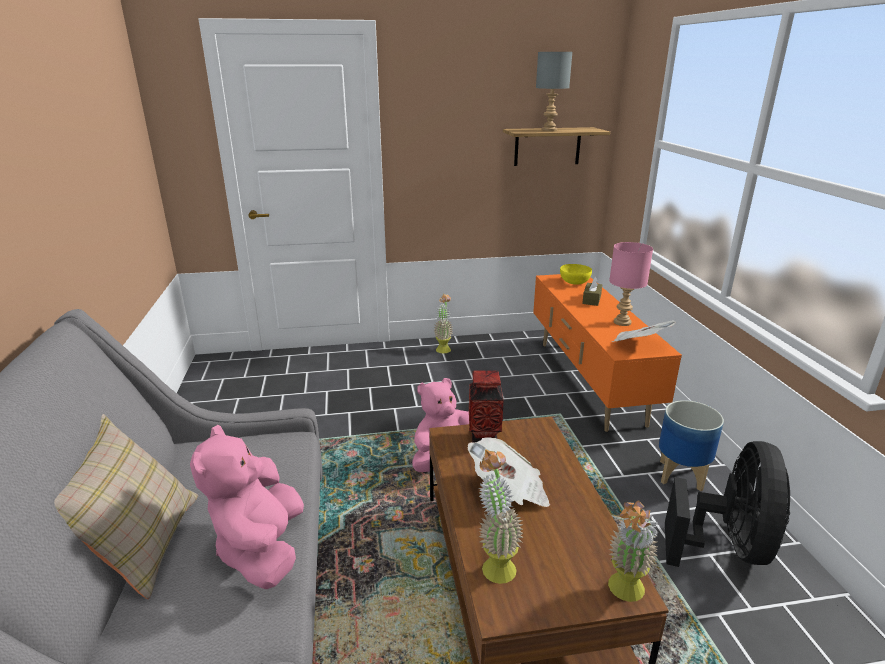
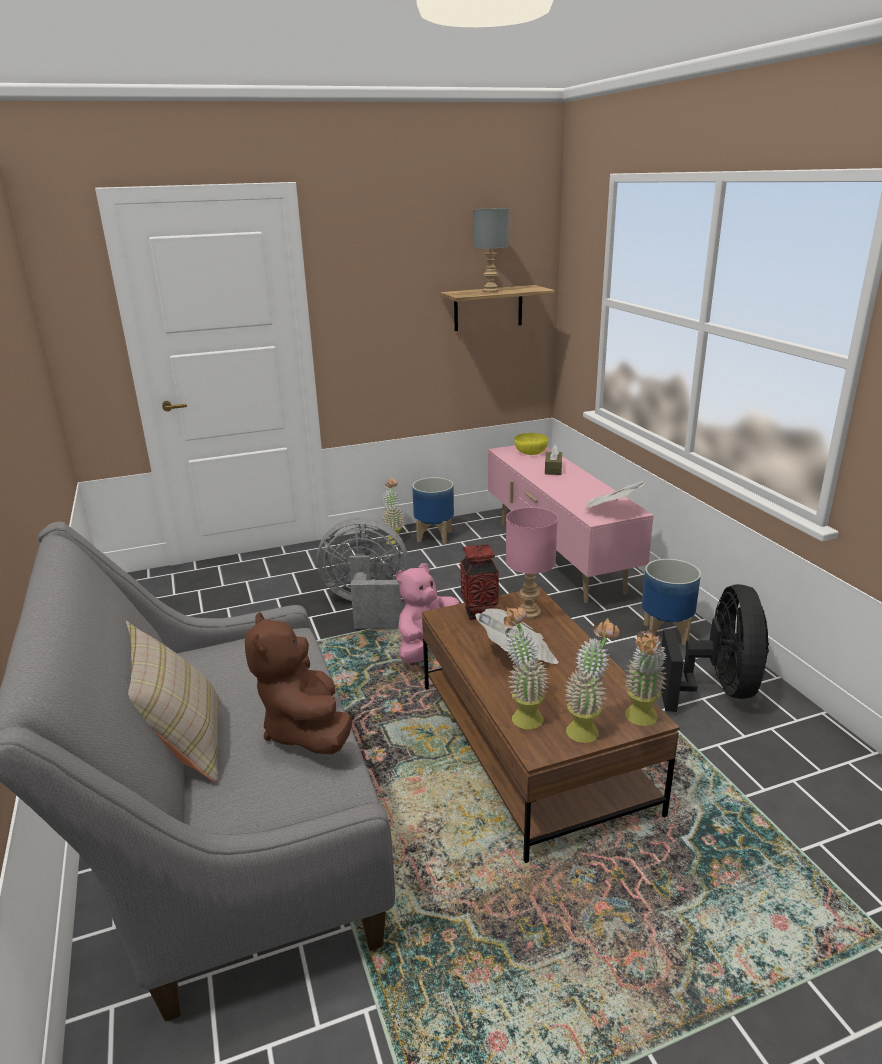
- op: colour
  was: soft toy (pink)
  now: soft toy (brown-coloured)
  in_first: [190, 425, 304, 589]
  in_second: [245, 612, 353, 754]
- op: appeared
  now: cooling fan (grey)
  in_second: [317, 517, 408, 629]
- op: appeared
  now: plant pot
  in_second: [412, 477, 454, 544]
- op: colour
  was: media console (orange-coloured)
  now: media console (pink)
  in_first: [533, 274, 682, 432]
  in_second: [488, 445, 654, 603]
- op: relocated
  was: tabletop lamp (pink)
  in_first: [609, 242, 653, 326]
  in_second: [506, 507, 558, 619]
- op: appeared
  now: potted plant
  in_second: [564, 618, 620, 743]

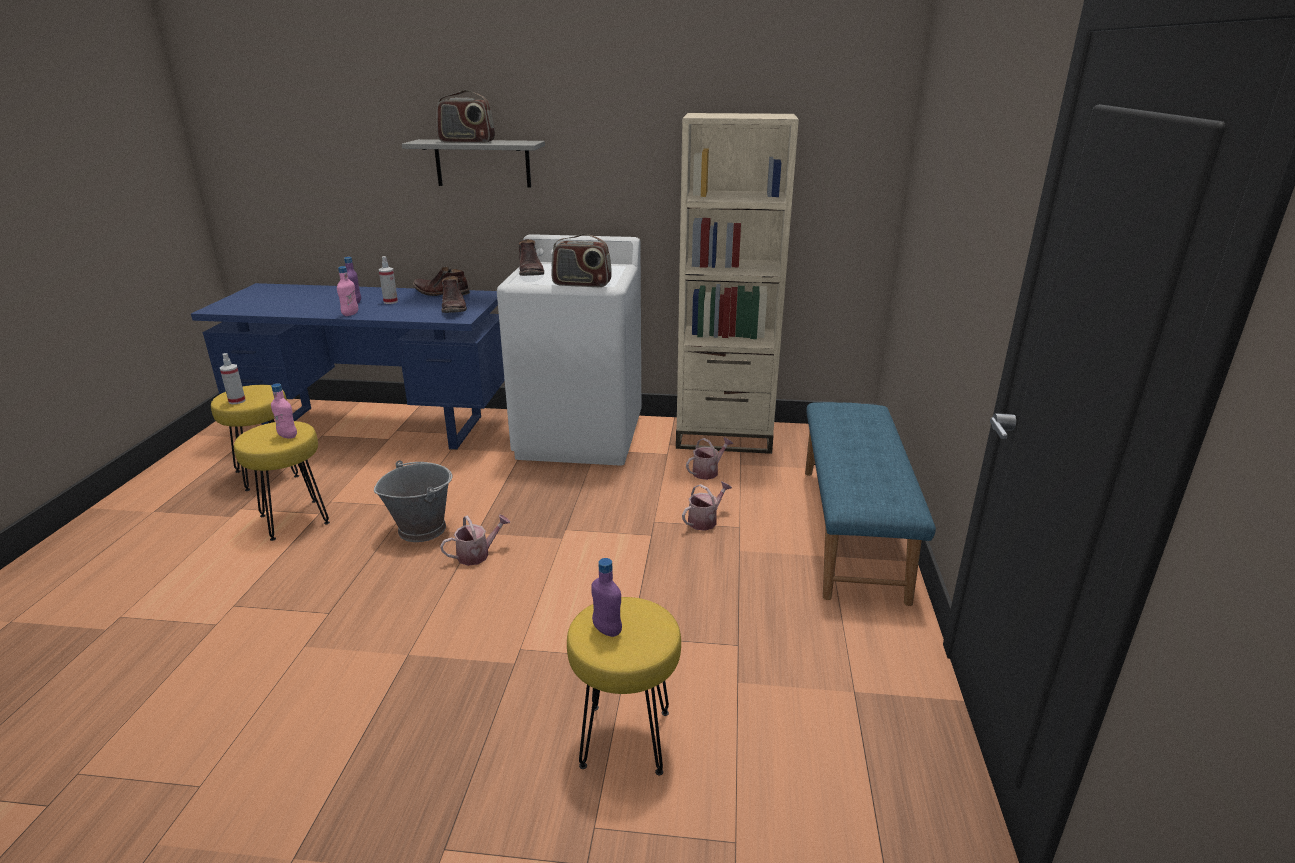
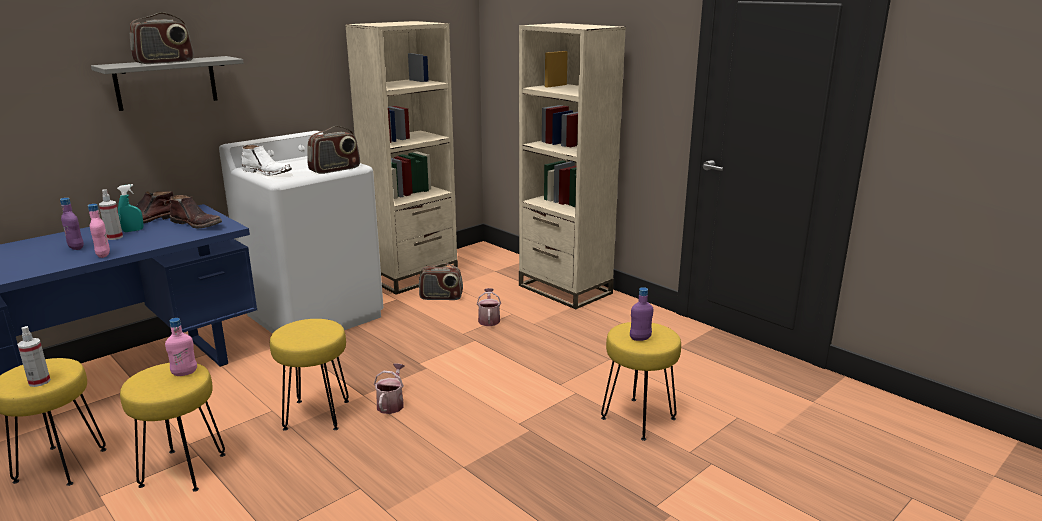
- op: appeared
  now: spray bottle (turquoise-coloured)
  in_second: [117, 184, 144, 232]
- op: colour
  was: high-top boot (brown-coloured)
  now: high-top boot (white-coloured)
  in_first: [519, 239, 544, 276]
  in_second: [242, 145, 292, 175]
- op: exchanged
  was: bucket (grey)
  now: stool (yellow-coloured)
  in_first: [374, 460, 452, 542]
  in_second: [270, 319, 349, 431]
- op: exchanged
  was: watering can
  now: radio
  in_first: [686, 437, 733, 480]
  in_second: [419, 263, 463, 300]
- op: exchanged
  was: bench (bluish)
  now: bookshelf (beige-coloured)
  in_first: [805, 402, 936, 606]
  in_second: [519, 23, 626, 309]

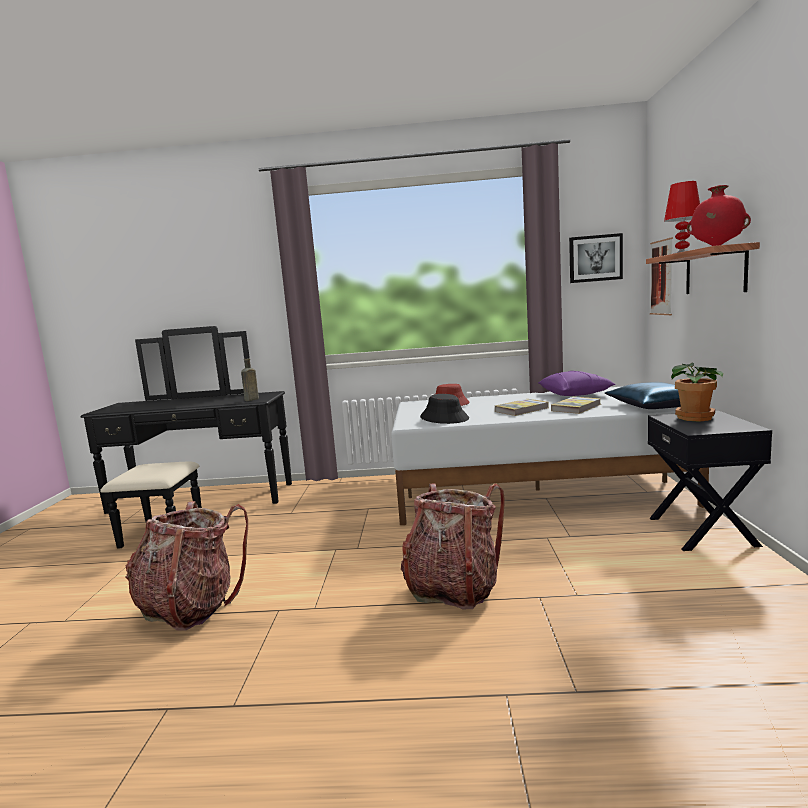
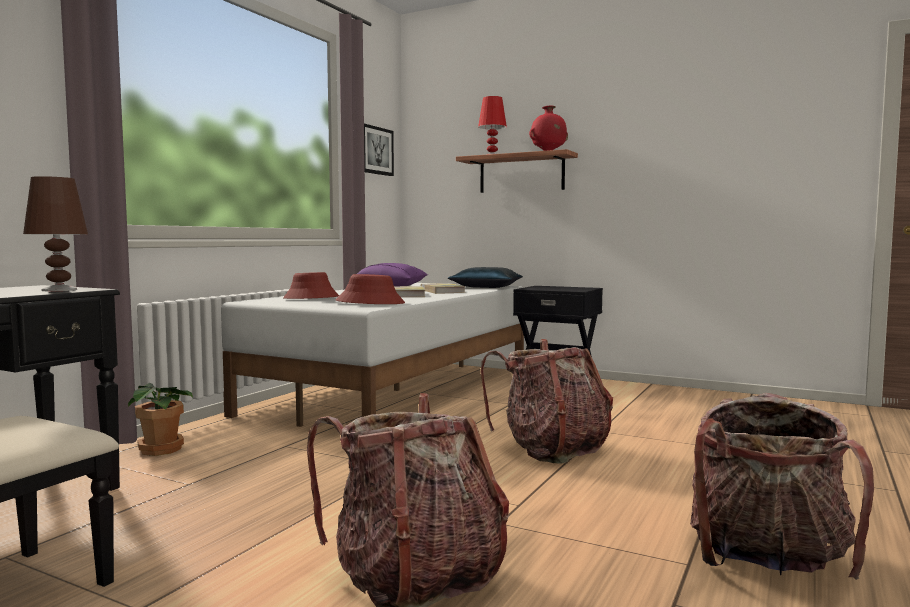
- op: exchanged
  was: drink bottle (brown-coloured)
  now: tabletop lamp (brown-coloured)
  in_first: [241, 358, 259, 401]
  in_second: [23, 176, 88, 291]
- op: relocated
  was: potted plant
  in_first: [671, 363, 724, 422]
  in_second: [128, 383, 193, 456]
- op: colour
  was: wearable hat (black-coloured)
  now: wearable hat (red-coloured)
  in_first: [420, 394, 469, 424]
  in_second: [335, 274, 405, 304]
- op: appeared
  now: rucksack
  in_second: [690, 393, 874, 580]
- op: missing
  was: picture
  in_first: [650, 237, 673, 315]

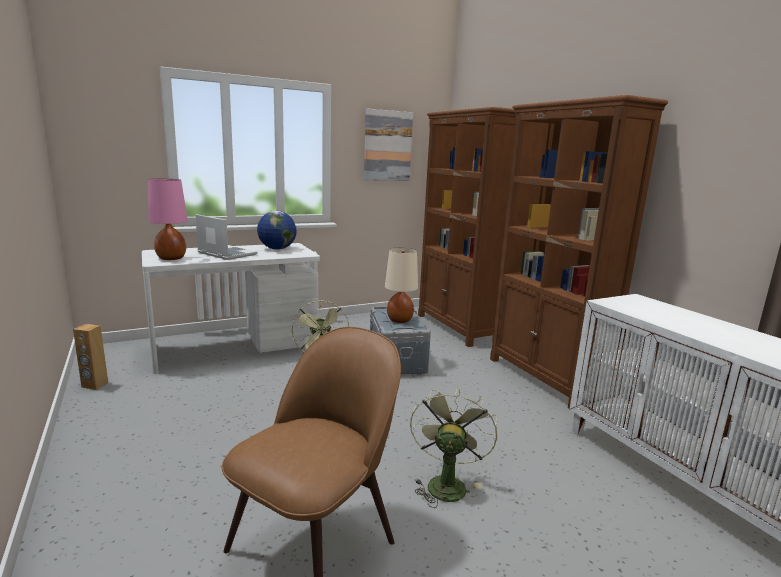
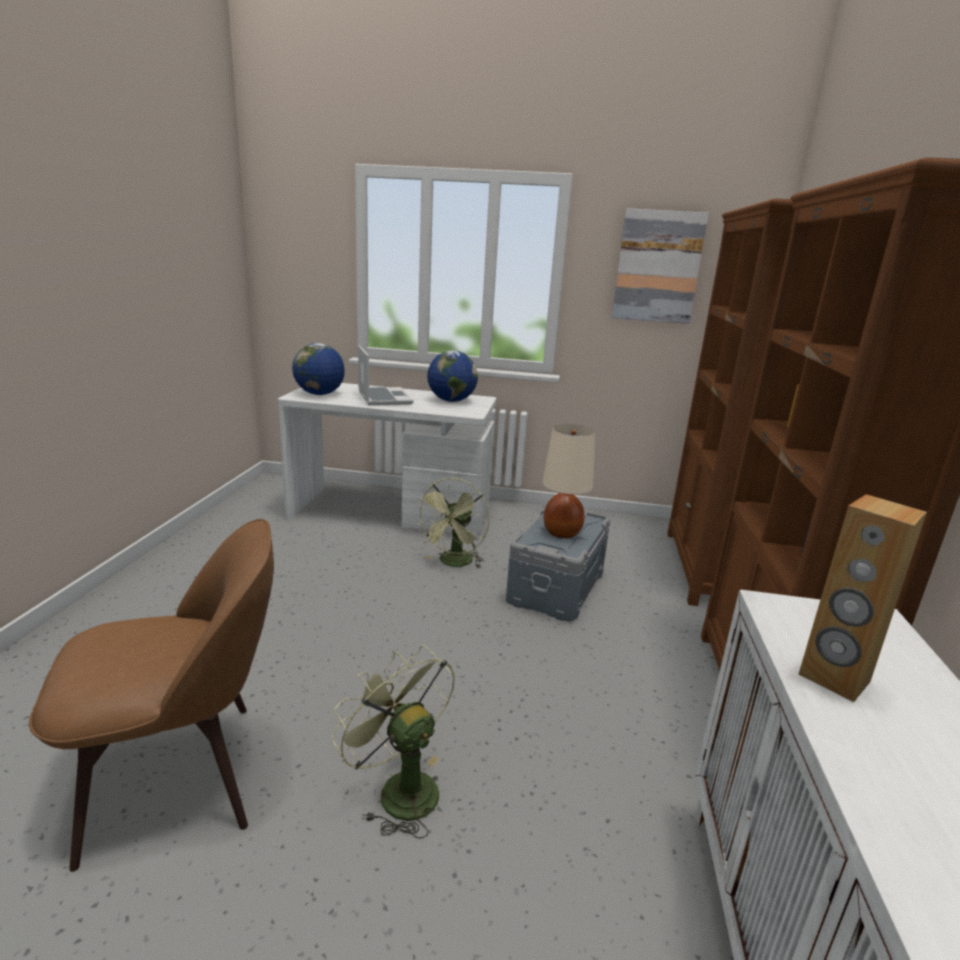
- op: exchanged
  was: tabletop lamp (pink)
  now: world globe
  in_first: [148, 179, 188, 260]
  in_second: [292, 343, 345, 395]
- op: spun
  was: cooling fan (green-coloured)
  in_first: [410, 386, 497, 508]
  in_second: [332, 645, 455, 839]
  clockwise: -90
- op: relocated
  was: loudspeaker (brown-coloured)
  in_first: [73, 324, 108, 390]
  in_second: [799, 494, 927, 702]

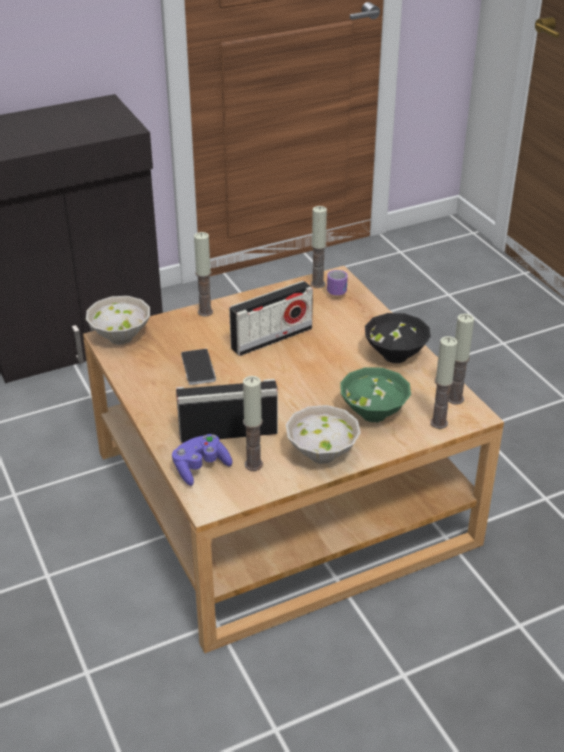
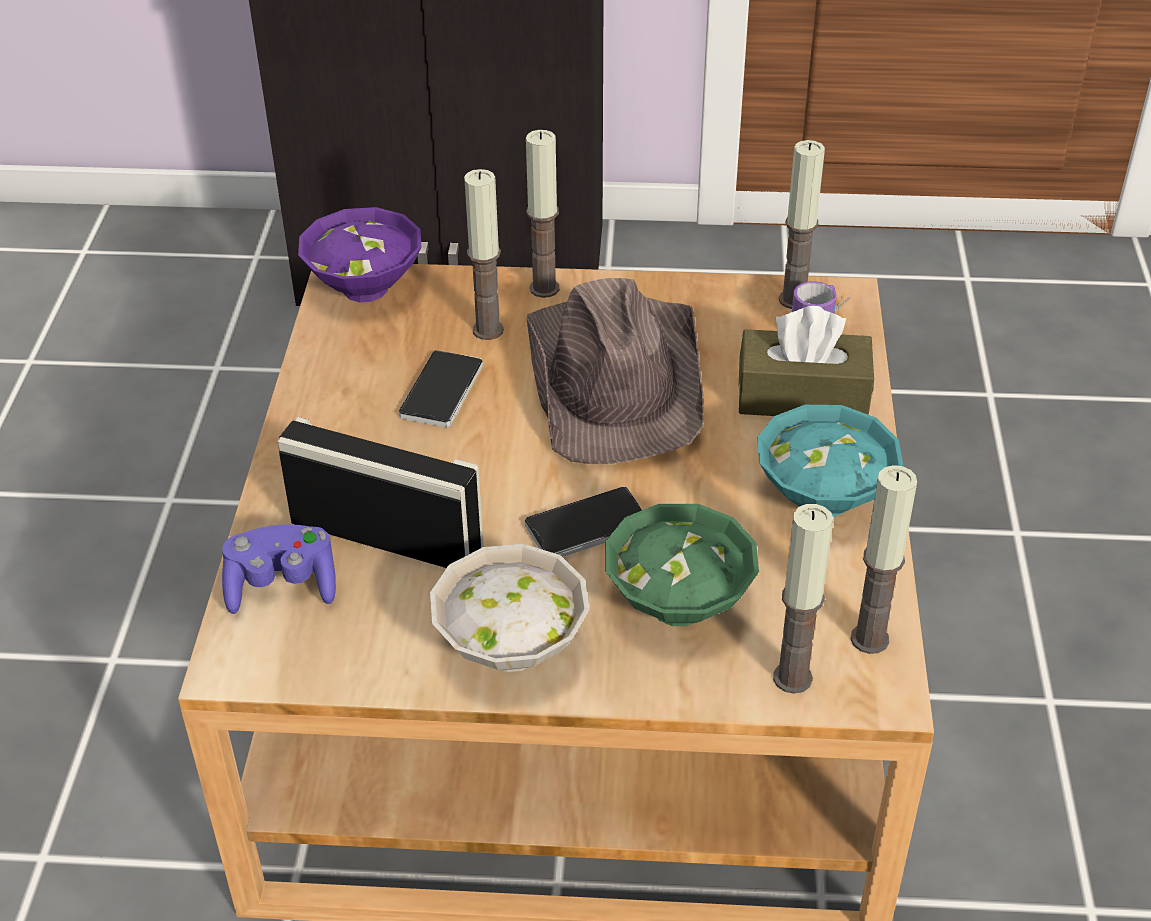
- op: colour
  was: deep dish (white-coloured)
  now: deep dish (purple)
  in_first: [86, 296, 150, 345]
  in_second: [298, 207, 421, 302]
- op: relocated
  was: wax candle
  in_first: [243, 376, 263, 471]
  in_second: [464, 169, 504, 340]
- op: appeared
  now: phone
  in_second: [525, 487, 642, 557]
- op: exchanged
  was: radio
  now: wearable hat (brown-coloured)
  in_first: [229, 281, 313, 356]
  in_second: [526, 278, 704, 464]
- op: appeared
  now: tissue holder (brown-coloured)
  in_second: [738, 306, 874, 416]
- op: colour
  was: deep dish (black-coloured)
  now: deep dish (turquoise-coloured)
  in_first: [365, 313, 431, 363]
  in_second: [757, 405, 903, 518]

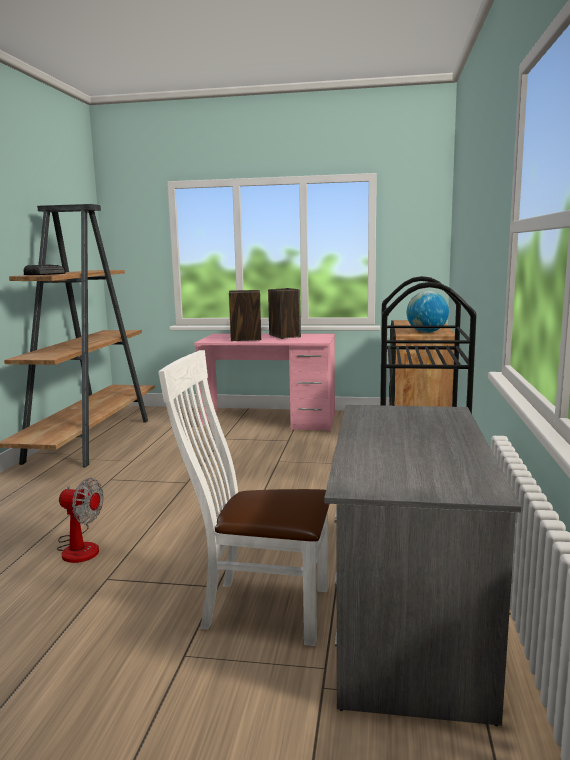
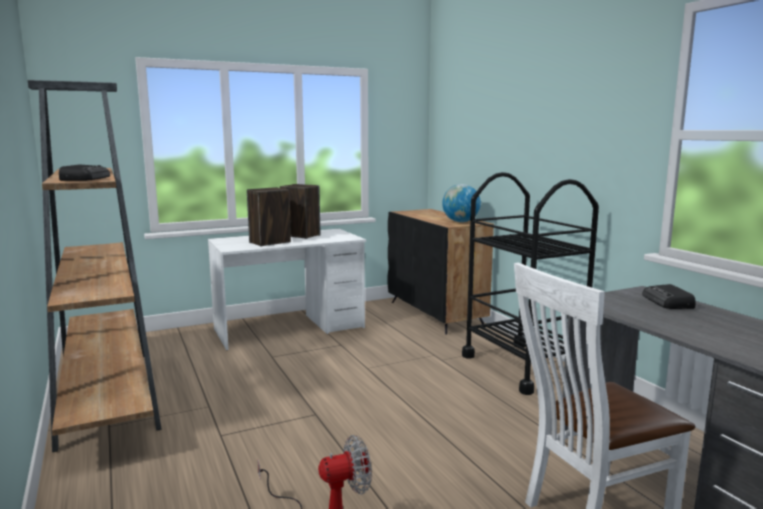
- op: colour
  was: desk unit (pink)
  now: desk unit (white-coloured)
  in_first: [194, 333, 335, 432]
  in_second: [208, 229, 366, 350]
- op: appeared
  now: radio
  in_second: [642, 284, 696, 309]

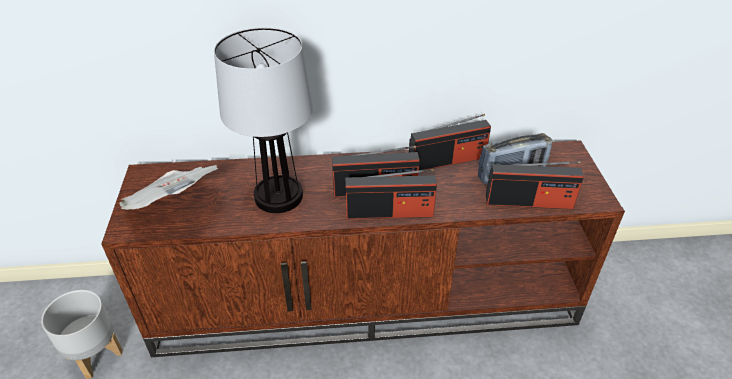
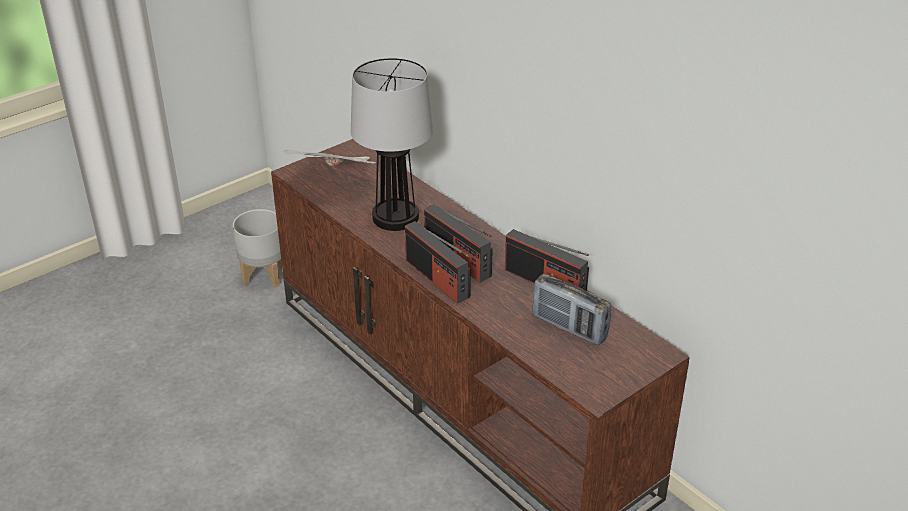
- op: missing
  was: radio
  in_first: [486, 161, 584, 209]

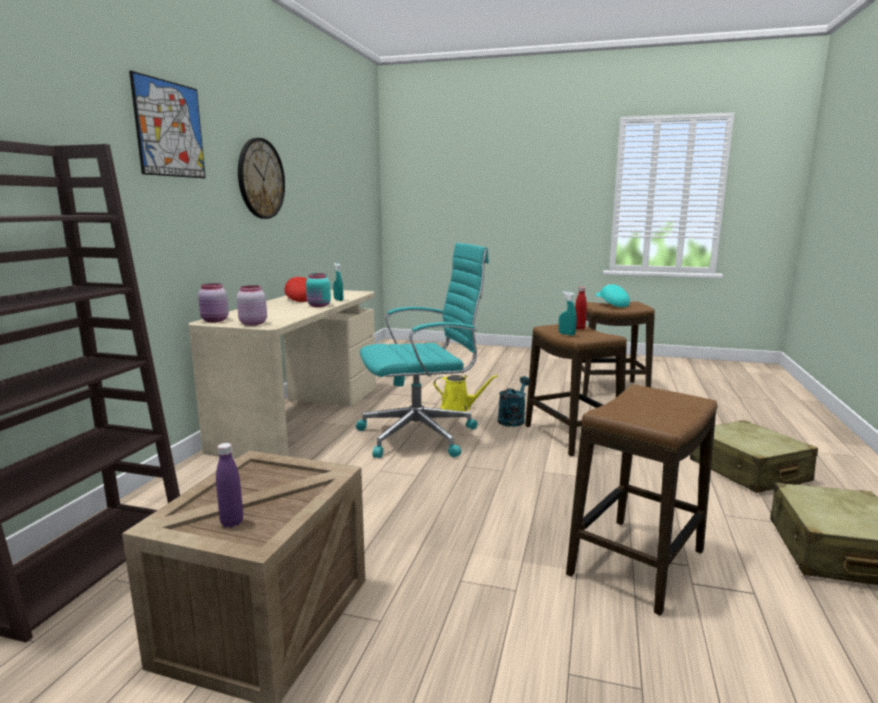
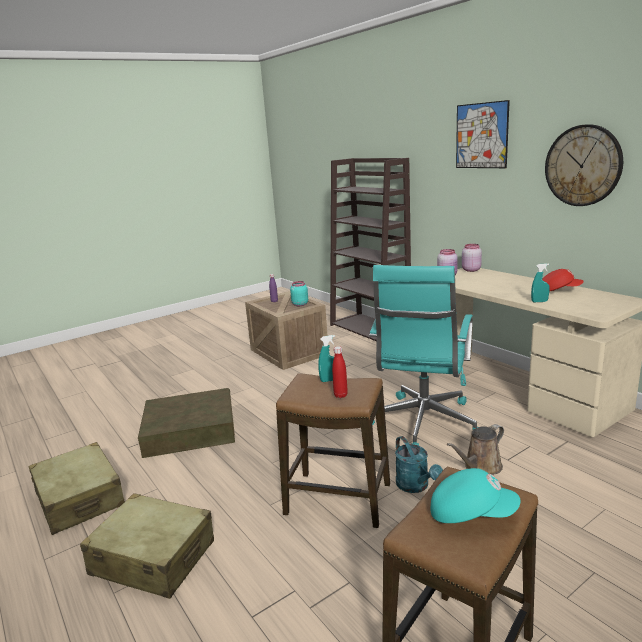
- op: exchanged
  was: stool
  now: storage box (brown-coloured)
  in_first: [566, 385, 717, 616]
  in_second: [138, 388, 235, 458]
- op: relocated
  was: storage jar (turquoise-coloured)
  in_first: [306, 273, 331, 307]
  in_second: [290, 281, 308, 306]
- op: colour
  was: watering can (yellow-coloured)
  now: watering can (brown-coloured)
  in_first: [433, 375, 498, 412]
  in_second: [447, 424, 504, 475]

